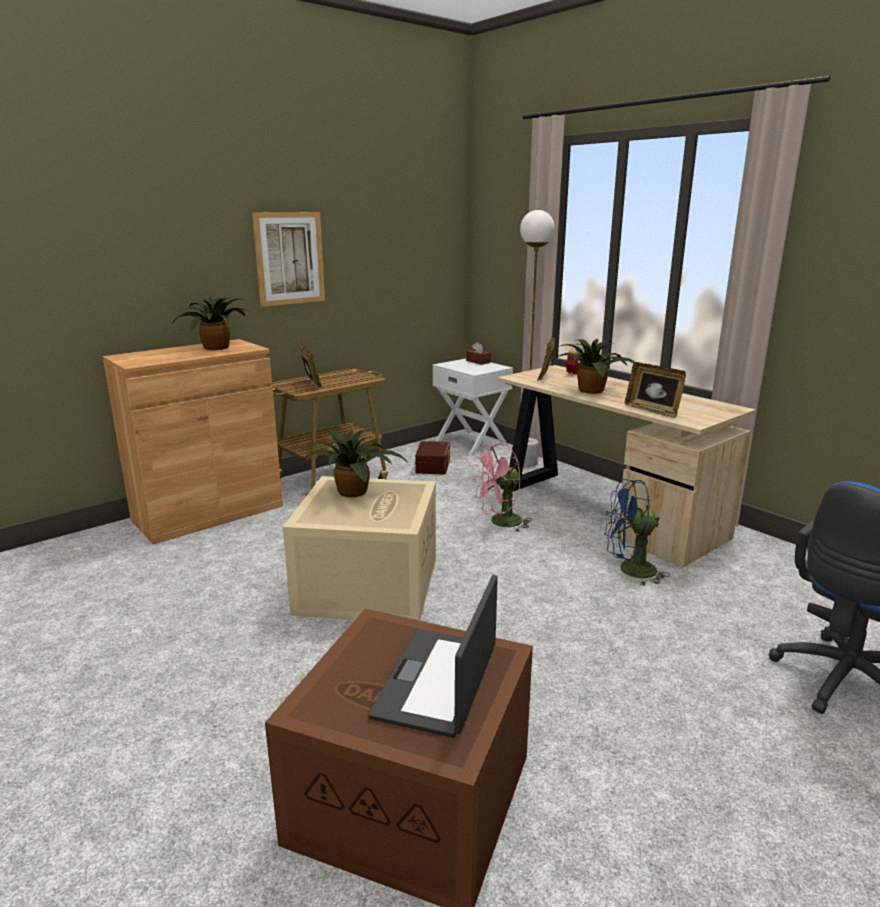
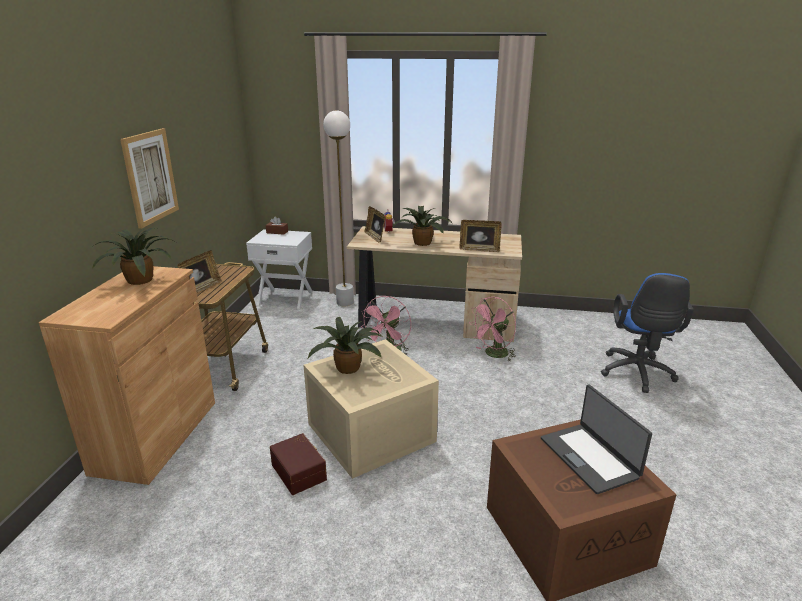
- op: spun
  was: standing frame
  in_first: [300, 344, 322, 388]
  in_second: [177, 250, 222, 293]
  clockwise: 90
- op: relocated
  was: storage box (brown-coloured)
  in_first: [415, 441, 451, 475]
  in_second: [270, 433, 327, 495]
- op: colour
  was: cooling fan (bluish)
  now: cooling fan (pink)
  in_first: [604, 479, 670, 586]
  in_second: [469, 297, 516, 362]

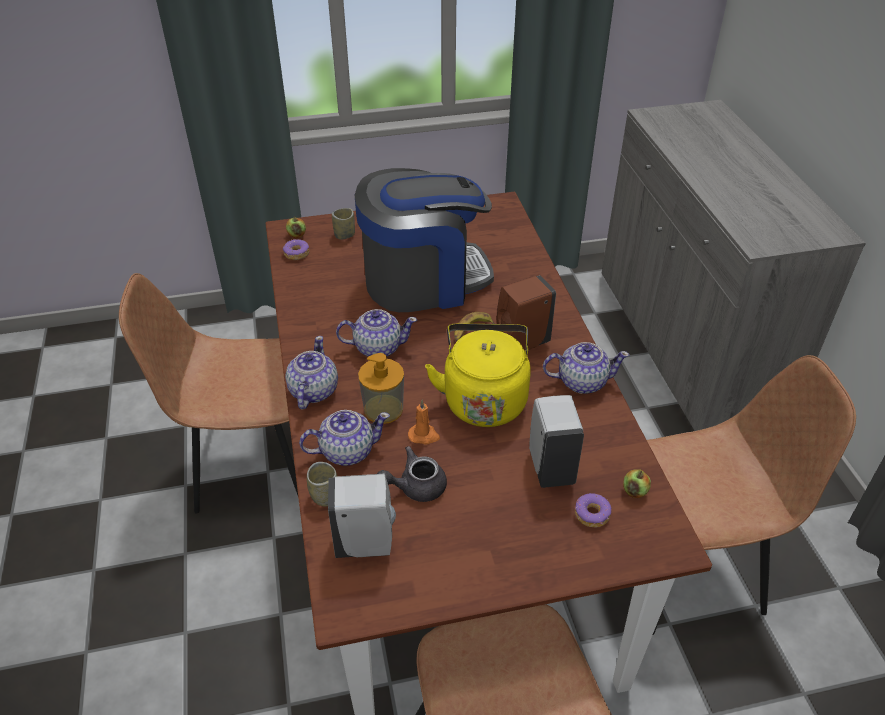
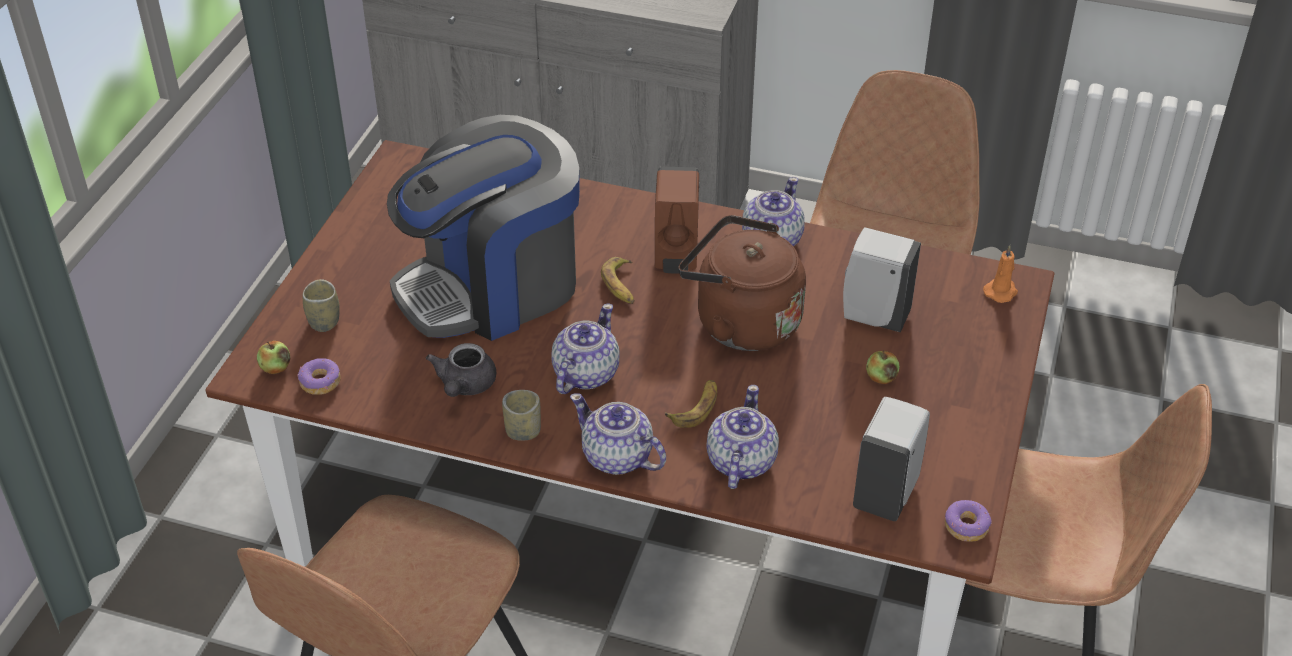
- op: spun
  was: coffee brewer
  in_first: [355, 168, 494, 312]
  in_second: [387, 115, 580, 341]
  clockwise: -135
- op: relocated
  was: tea pot (grey)
  in_first: [377, 446, 447, 502]
  in_second: [426, 343, 496, 397]
- op: relocated
  was: cup
  in_first: [307, 462, 337, 507]
  in_second: [502, 390, 541, 441]
- op: exchanged
  was: liquid soap bottle
  now: banana fruit
  in_first: [358, 353, 404, 424]
  in_second: [665, 380, 717, 428]
- op: colour
  was: water kettle (yellow-coloured)
  now: water kettle (brown-coloured)
  in_first: [425, 323, 531, 427]
  in_second: [679, 215, 806, 351]
- op: relocated
  was: whole apple
  in_first: [623, 469, 651, 498]
  in_second: [866, 350, 899, 384]
- op: relocated
  was: doughnut
  in_first: [575, 493, 611, 528]
  in_second: [945, 500, 992, 542]
- op: relocated
  was: wax candle (orange-coloured)
  in_first: [408, 400, 440, 445]
  in_second: [983, 245, 1018, 303]

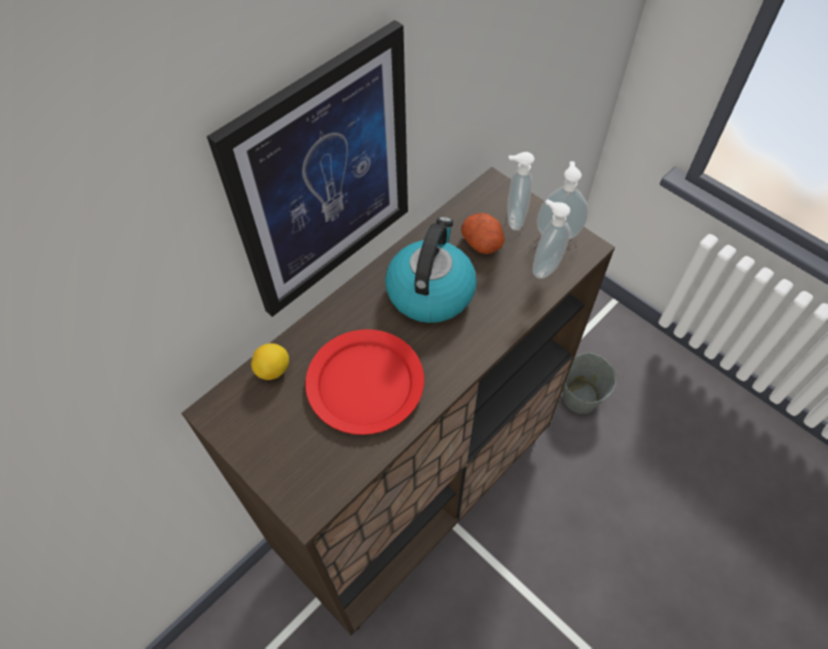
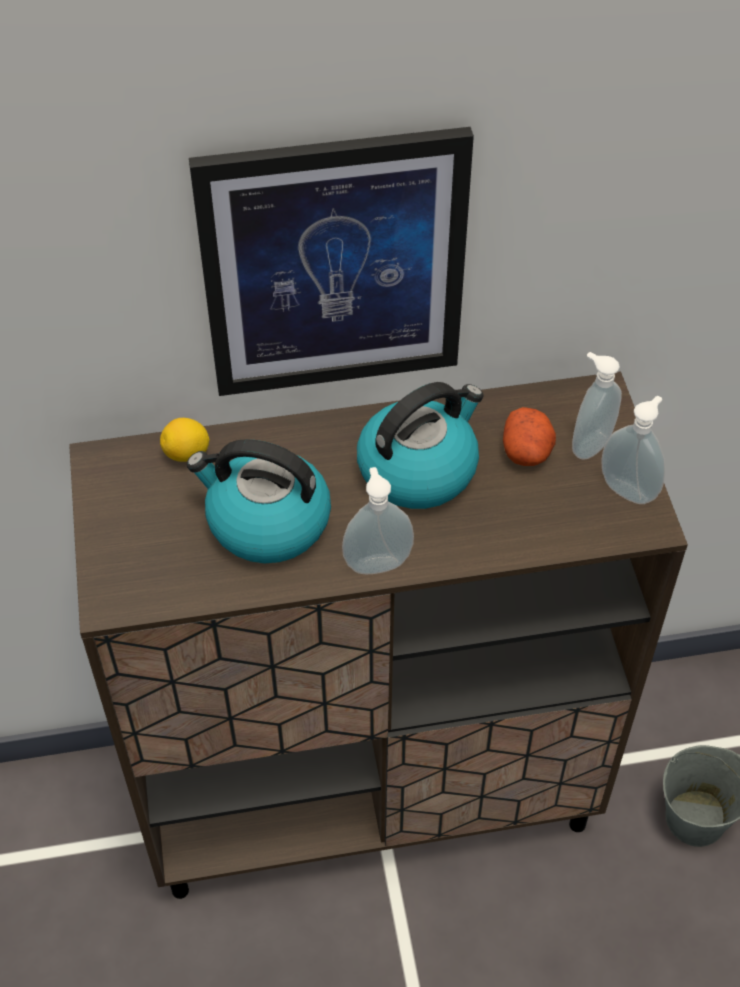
- op: exchanged
  was: plate (red-coloured)
  now: water kettle
  in_first: [305, 329, 424, 435]
  in_second: [187, 439, 331, 563]
- op: relocated
  was: liquid soap bottle
  in_first: [533, 199, 570, 279]
  in_second: [342, 467, 414, 574]

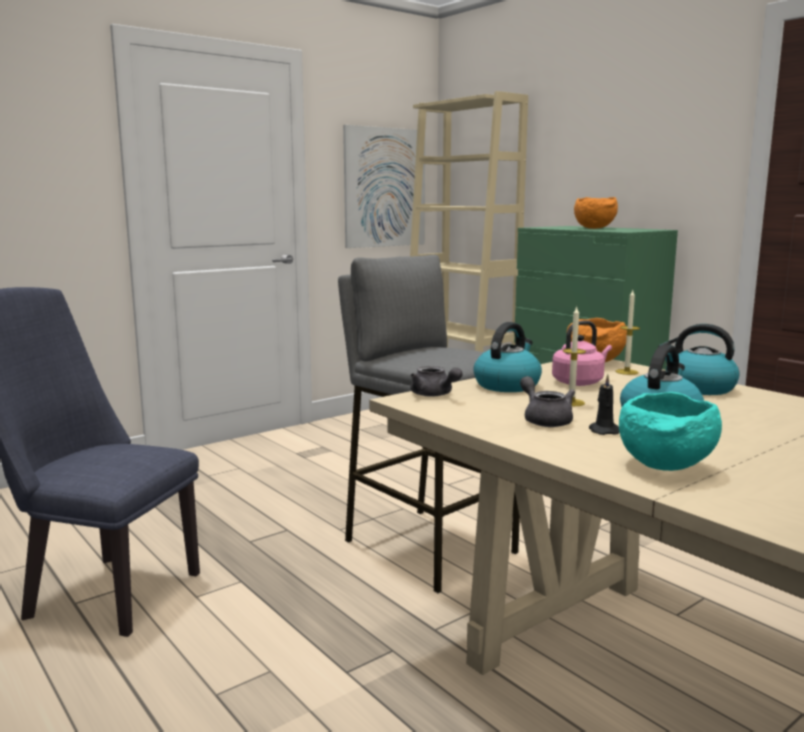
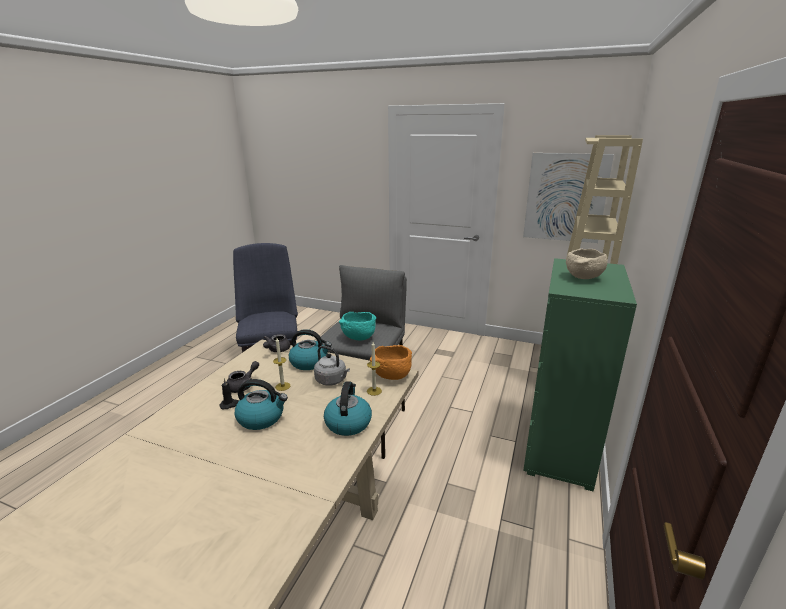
- op: colour
  was: water kettle (pink)
  now: water kettle (grey)
  in_first: [552, 321, 612, 386]
  in_second: [314, 346, 350, 386]
- op: relocated
  was: deep dish (turquoise-coloured)
  in_first: [619, 392, 722, 471]
  in_second: [339, 312, 376, 340]
- op: colour
  was: deep dish (orange-coloured)
  now: deep dish (beige-coloured)
  in_first: [574, 197, 618, 229]
  in_second: [566, 249, 608, 279]

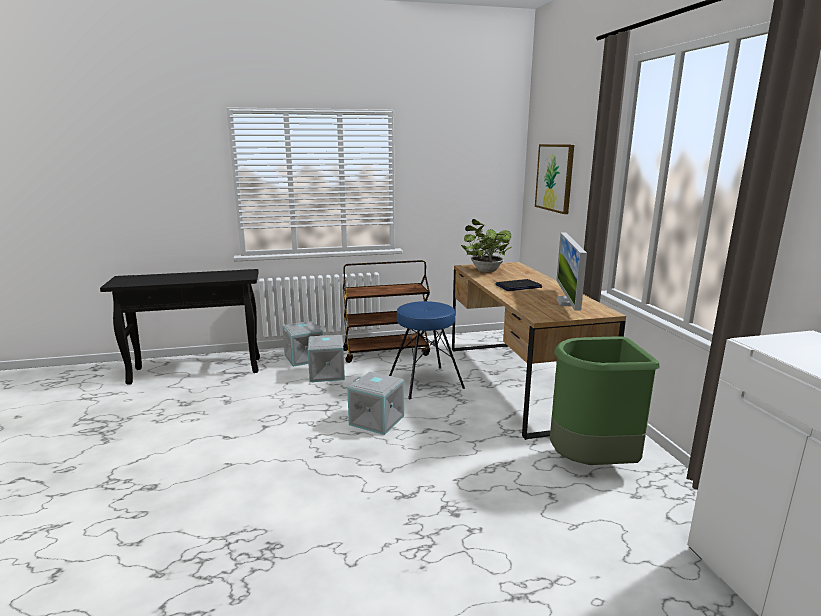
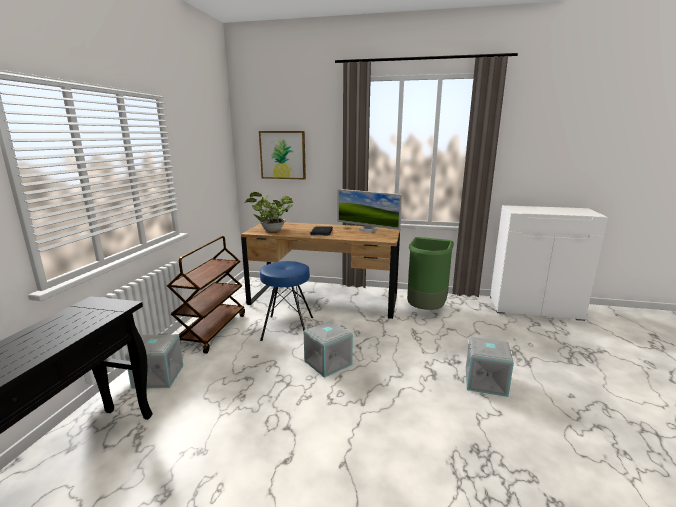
- op: relocated
  was: storage box (grey)
  in_first: [308, 335, 345, 382]
  in_second: [466, 337, 515, 397]

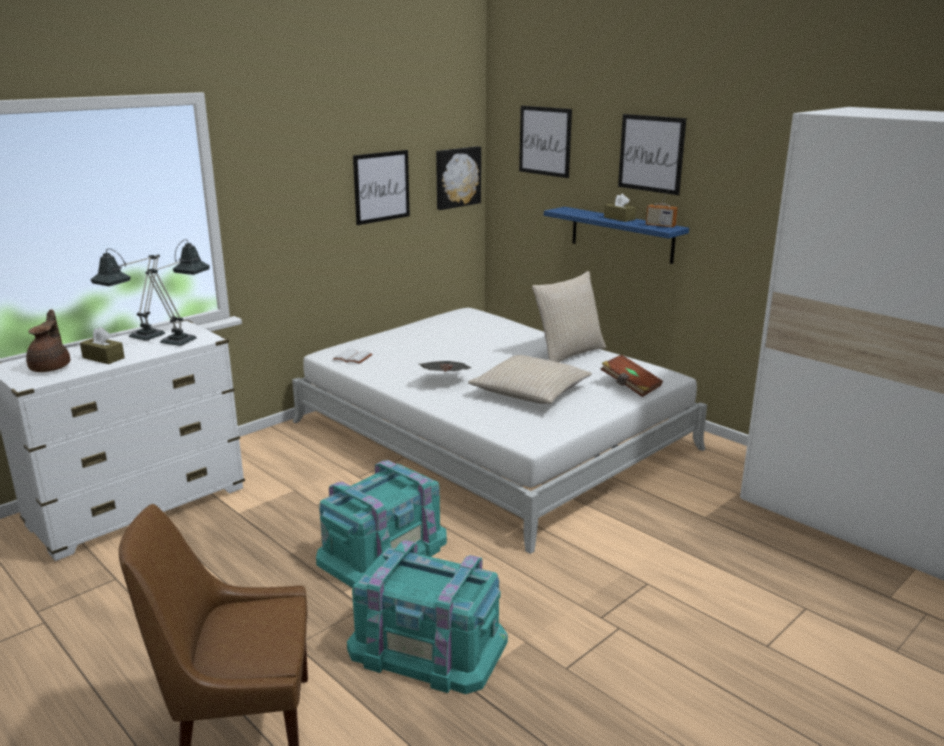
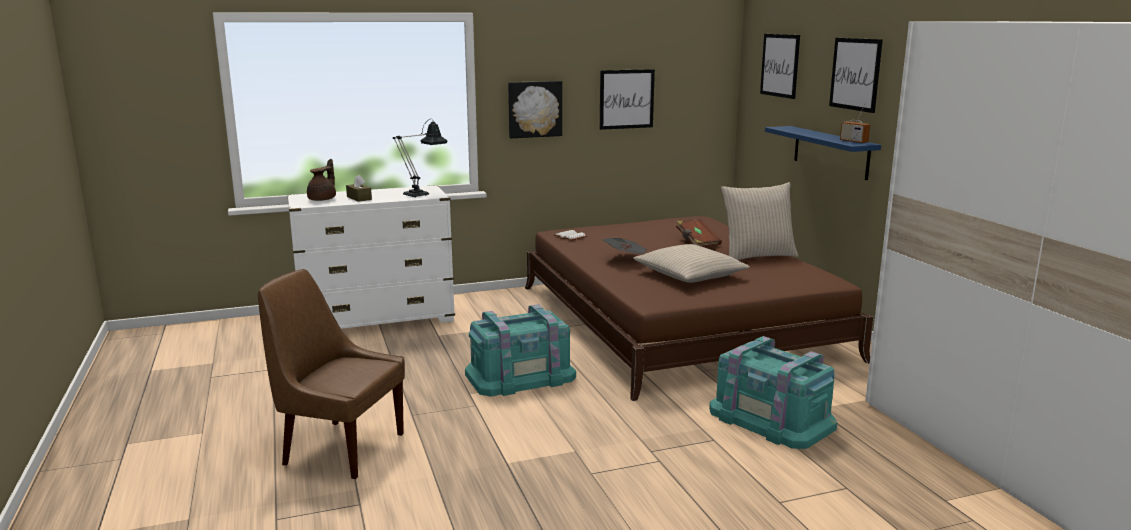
- op: relocated
  was: picture
  in_first: [436, 146, 481, 210]
  in_second: [508, 81, 562, 138]
- op: colour
  was: bed (white-coloured)
  now: bed (brown-coloured)
  in_first: [292, 308, 707, 554]
  in_second: [525, 216, 873, 401]
- op: relocated
  was: bound book (brown-coloured)
  in_first: [600, 355, 663, 397]
  in_second: [676, 219, 722, 247]
- op: relocated
  was: storage box (turquoise-coloured)
  in_first: [347, 540, 508, 694]
  in_second: [709, 336, 837, 449]
- op: missing
  was: tabletop lamp
  in_first: [90, 249, 165, 341]
- op: missing
  was: tissue holder (brown-coloured)
  in_first: [604, 194, 636, 222]

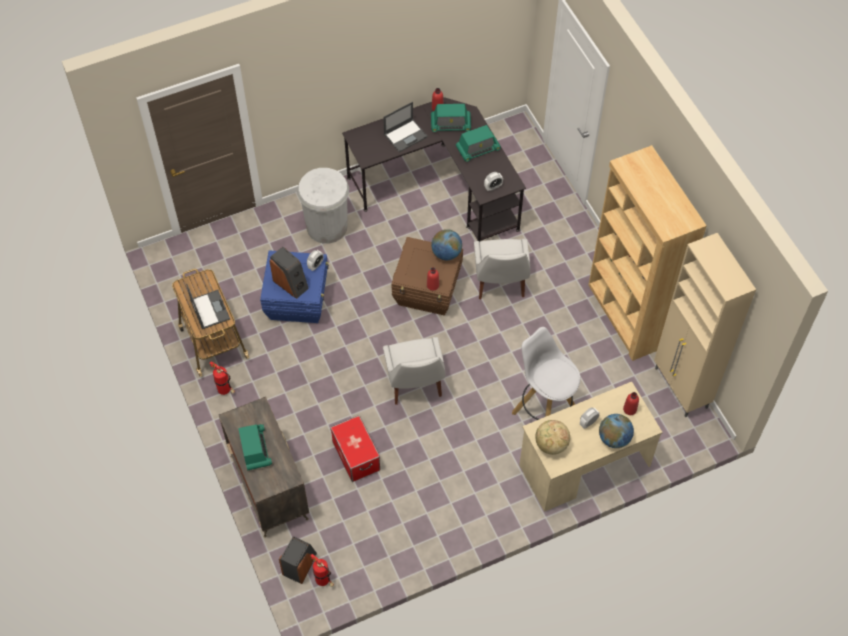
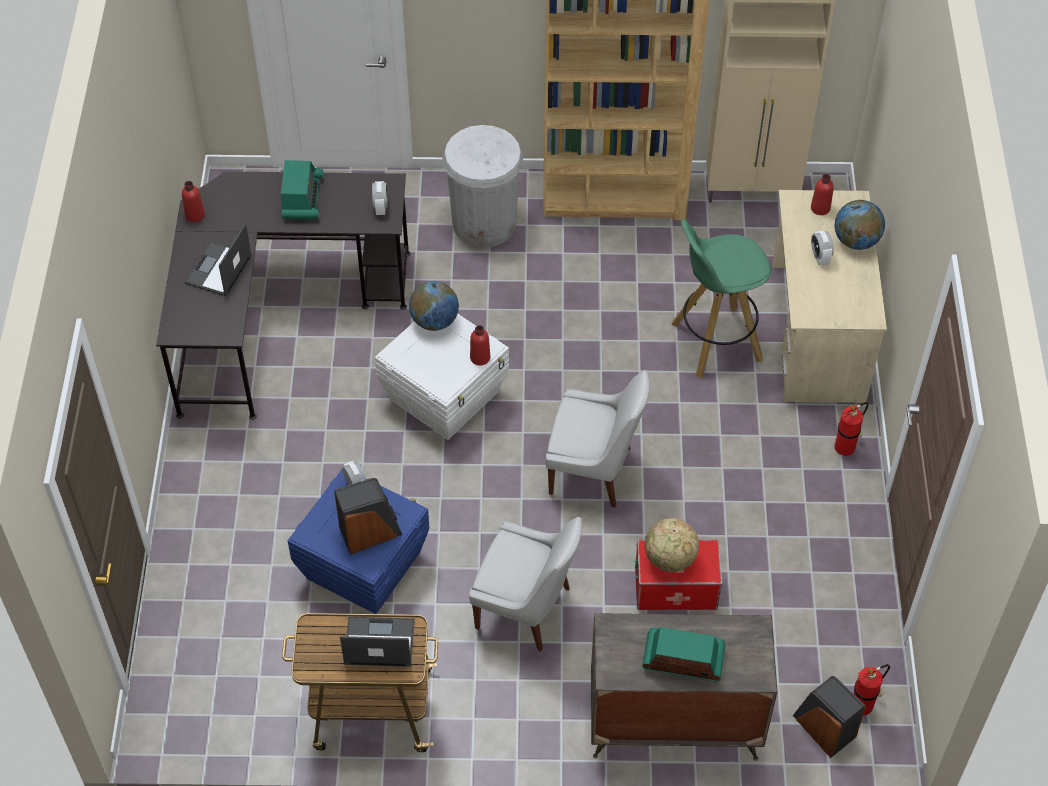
- op: spun
  was: portable computer
  in_first: [383, 102, 428, 152]
  in_second: [185, 223, 252, 296]
  clockwise: -150
- op: colour
  was: storage box (brown-coloured)
  now: storage box (white-coloured)
  in_first: [391, 237, 463, 315]
  in_second: [375, 314, 509, 440]
- op: relocated
  was: rubbish bin (white-coloured)
  in_first: [297, 168, 349, 244]
  in_second: [442, 125, 523, 248]
- op: relocated
  was: upright chair (white-coloured)
  in_first: [474, 239, 530, 299]
  in_second: [469, 517, 582, 652]
- op: relocated
  was: world globe
  in_first: [535, 420, 570, 455]
  in_second: [645, 518, 699, 572]
- op: colour
  was: stool (white-coloured)
  now: stool (green-coloured)
  in_first: [512, 327, 580, 420]
  in_second: [672, 219, 771, 379]
- op: relocated
  was: extinguisher
  in_first: [209, 362, 235, 395]
  in_second: [834, 402, 869, 456]
- op: missing
  was: radio
  in_first: [431, 104, 471, 132]

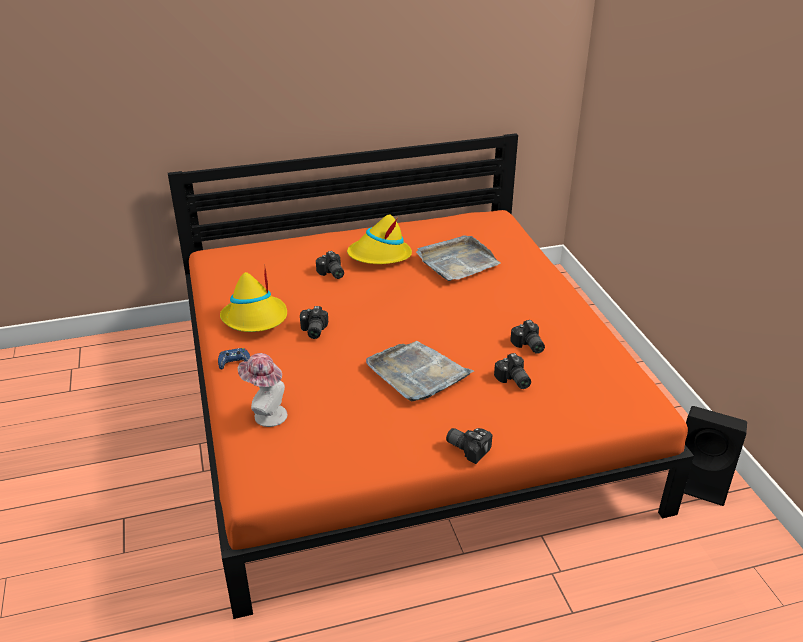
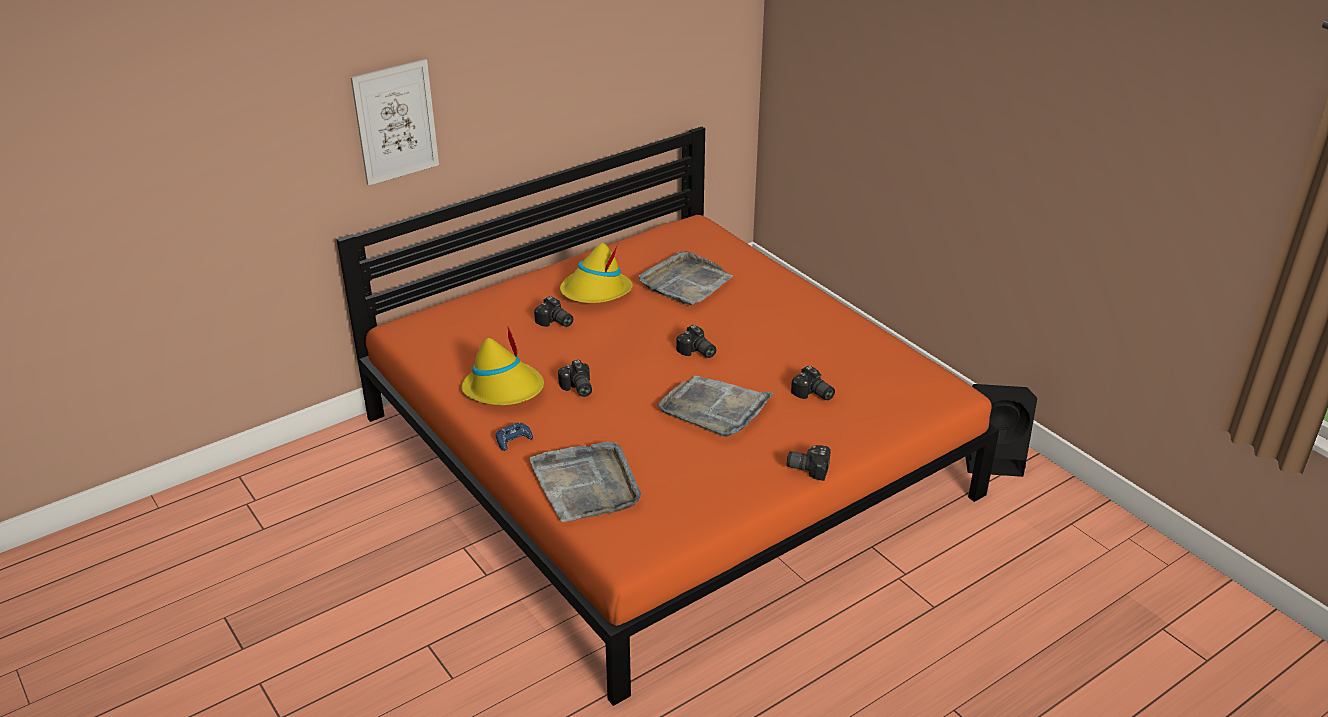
- op: appeared
  now: picture
  in_second: [351, 59, 439, 186]
- op: exchanged
  was: wearable hat
  now: serving tray (grey)
  in_first: [237, 353, 287, 427]
  in_second: [529, 442, 641, 522]
- op: relocated
  was: photo camera
  in_first: [510, 320, 545, 354]
  in_second: [676, 325, 716, 358]

